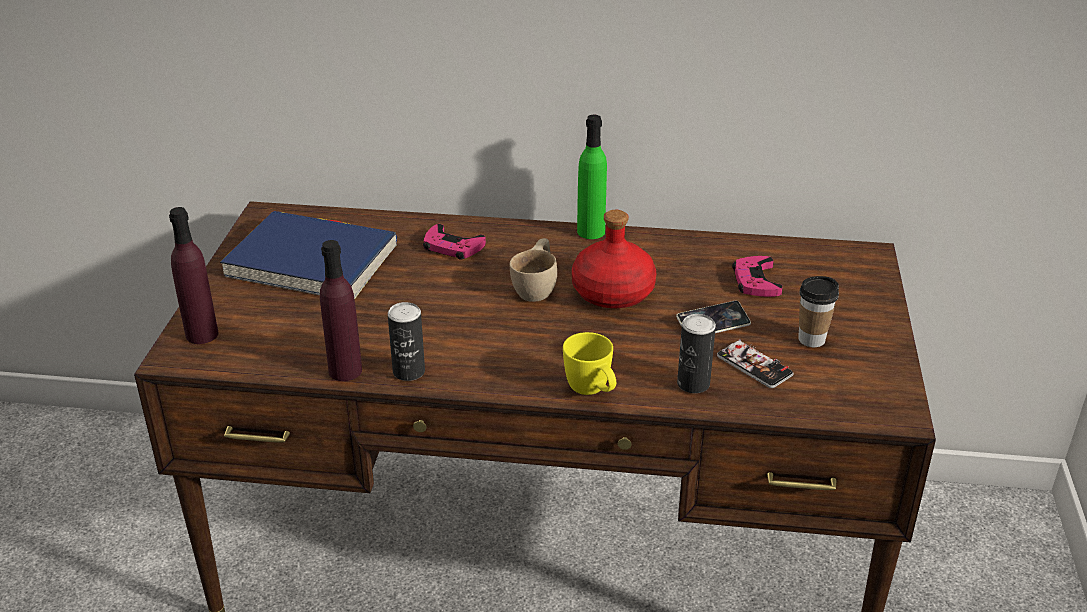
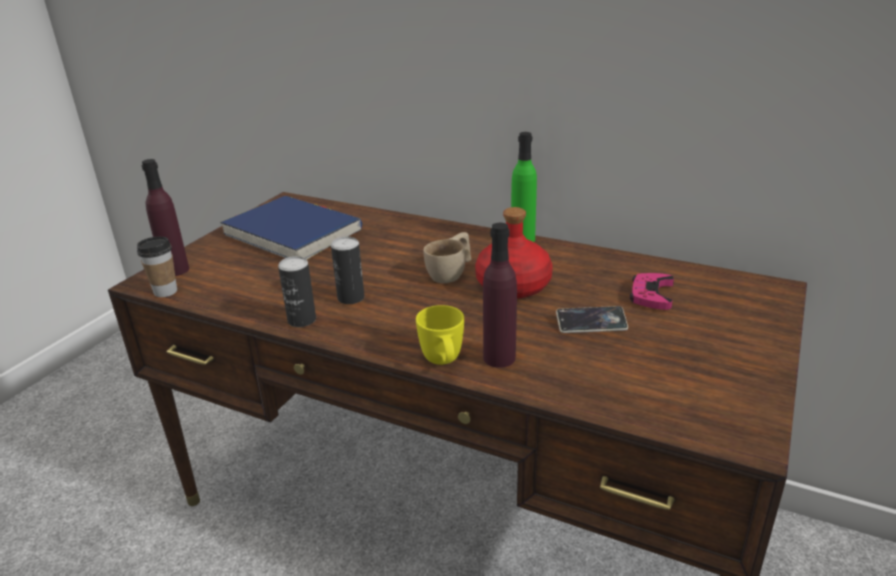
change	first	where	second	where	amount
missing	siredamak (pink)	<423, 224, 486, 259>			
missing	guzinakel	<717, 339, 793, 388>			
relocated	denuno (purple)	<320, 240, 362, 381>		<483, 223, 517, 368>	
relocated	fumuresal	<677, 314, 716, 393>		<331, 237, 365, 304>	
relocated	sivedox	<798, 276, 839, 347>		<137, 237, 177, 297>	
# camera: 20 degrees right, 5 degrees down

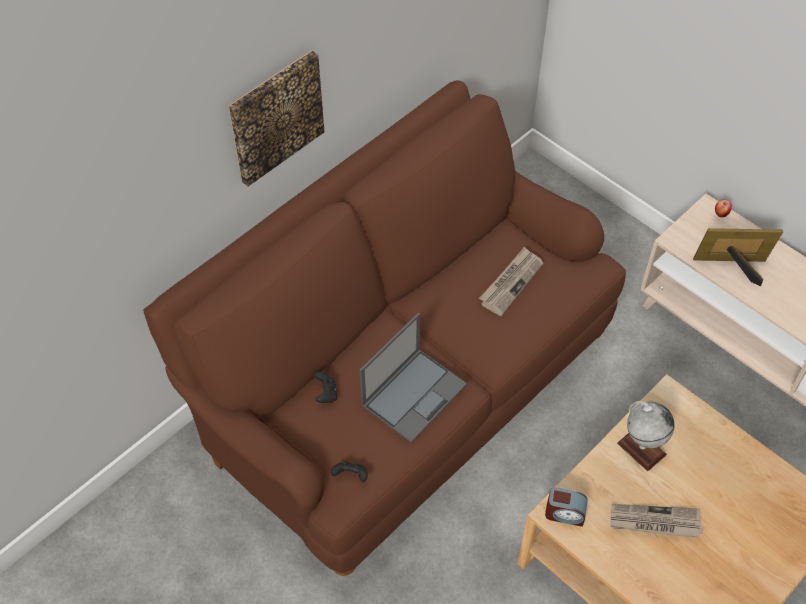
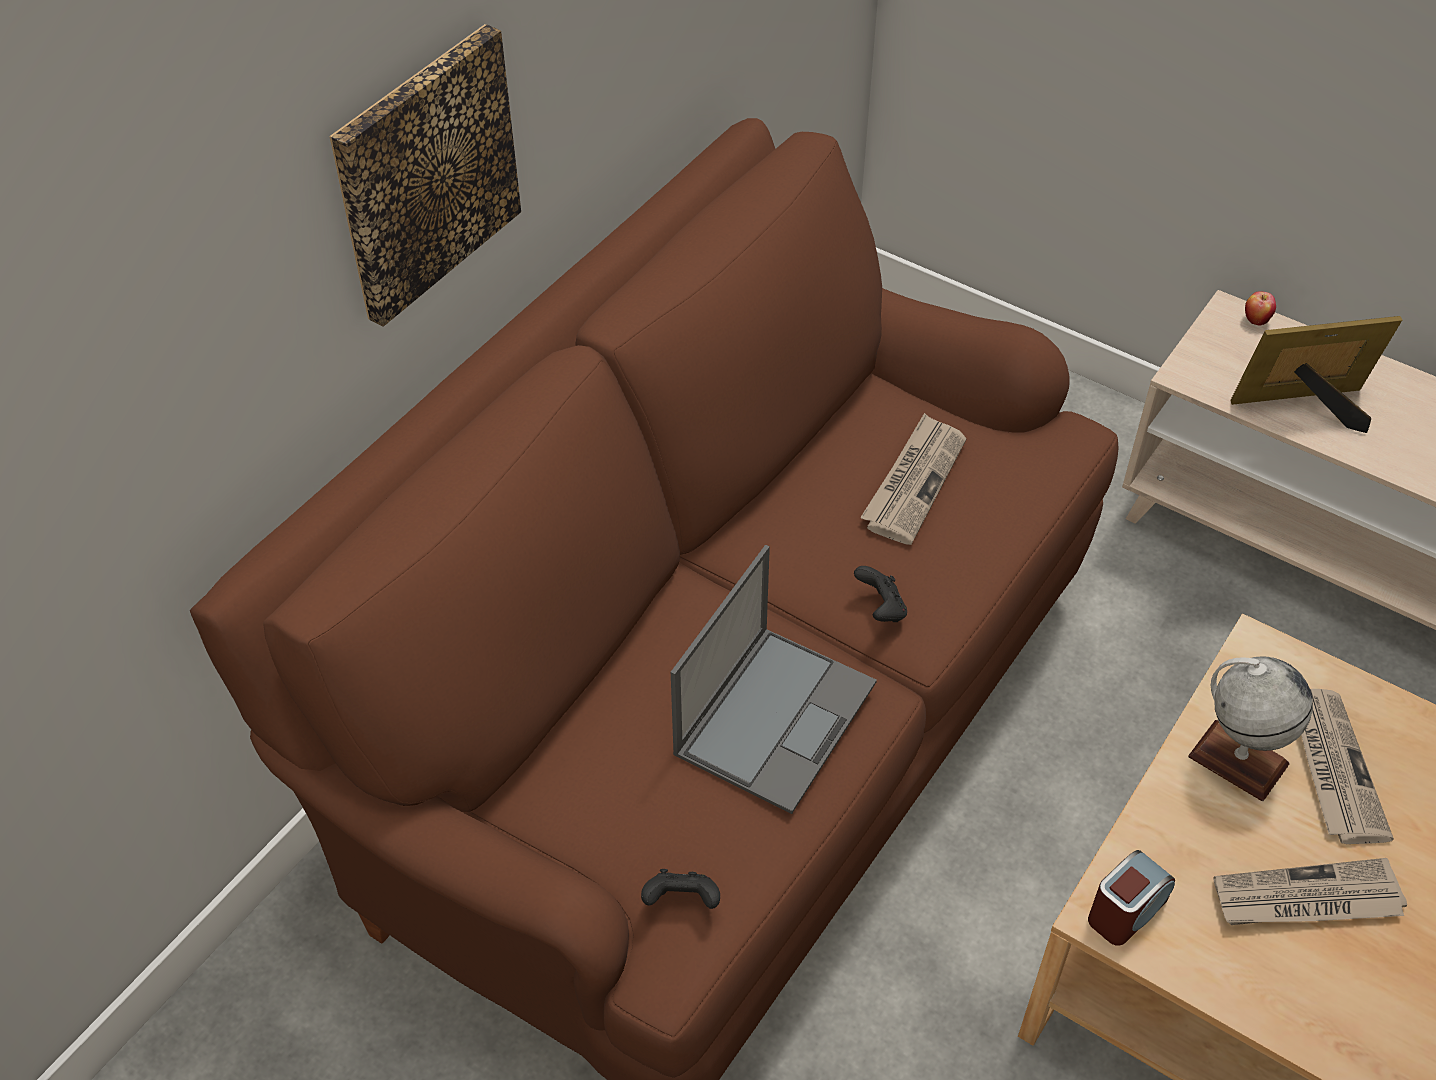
change	first	where	second	where	amount
appeared			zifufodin	<1301, 689, 1394, 844>	
relocated	siredamak (black)	<313, 371, 337, 403>		<854, 566, 907, 622>	
spun	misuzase	<545, 487, 587, 527>		<1088, 850, 1175, 946>	45 degrees counterclockwise
# camera: 10 degrees left, 5 degrees down

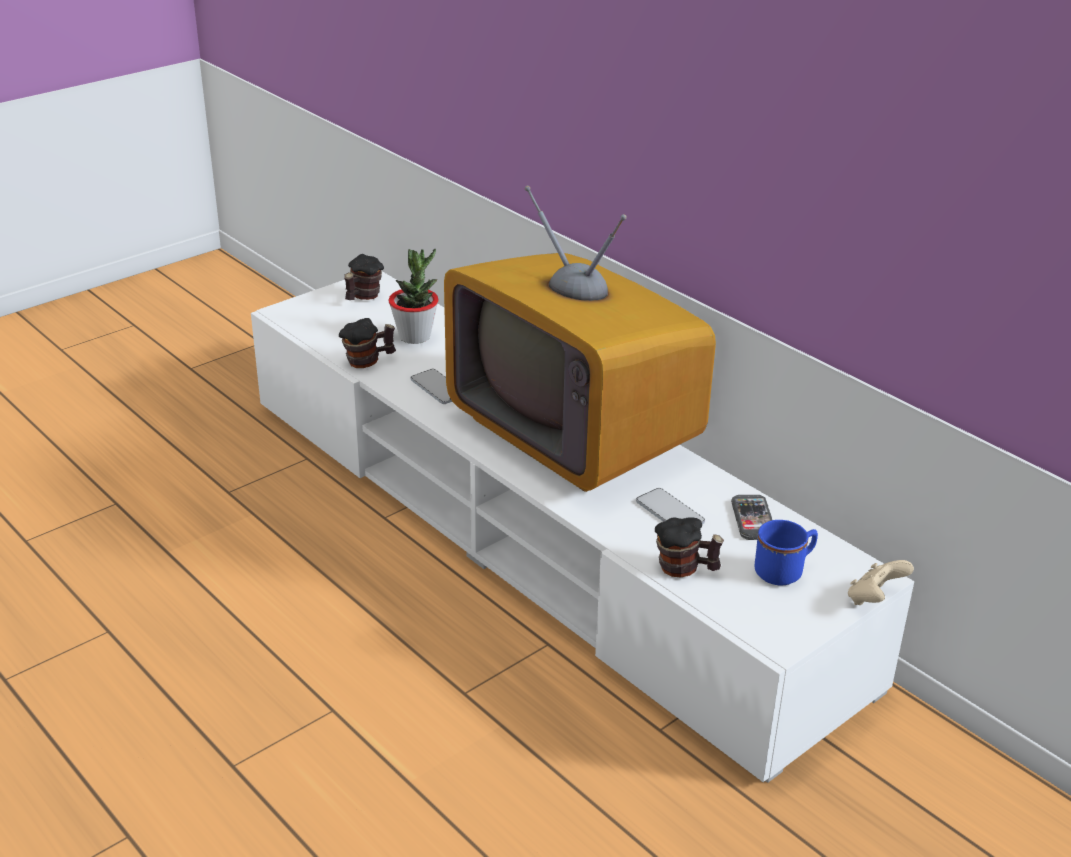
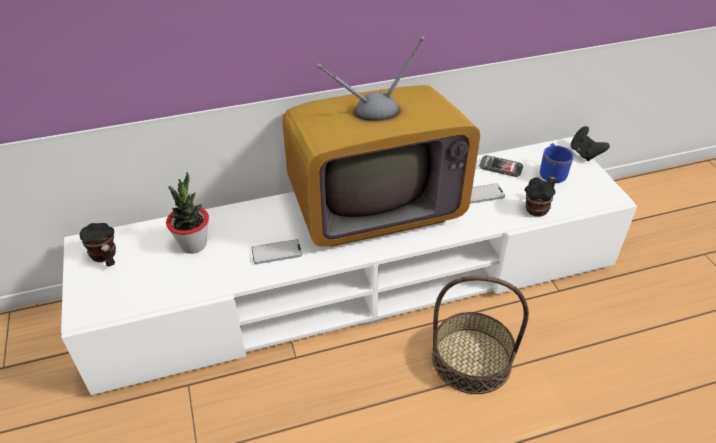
change	first	where	second	where	amount
missing	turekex	<339, 318, 396, 368>			
appeared			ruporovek	<432, 276, 529, 394>	
colour	siredamak (beige)	<848, 560, 914, 605>	siredamak (black)	<570, 126, 610, 161>	
# camera: 65 degrees left, 10 degrees up

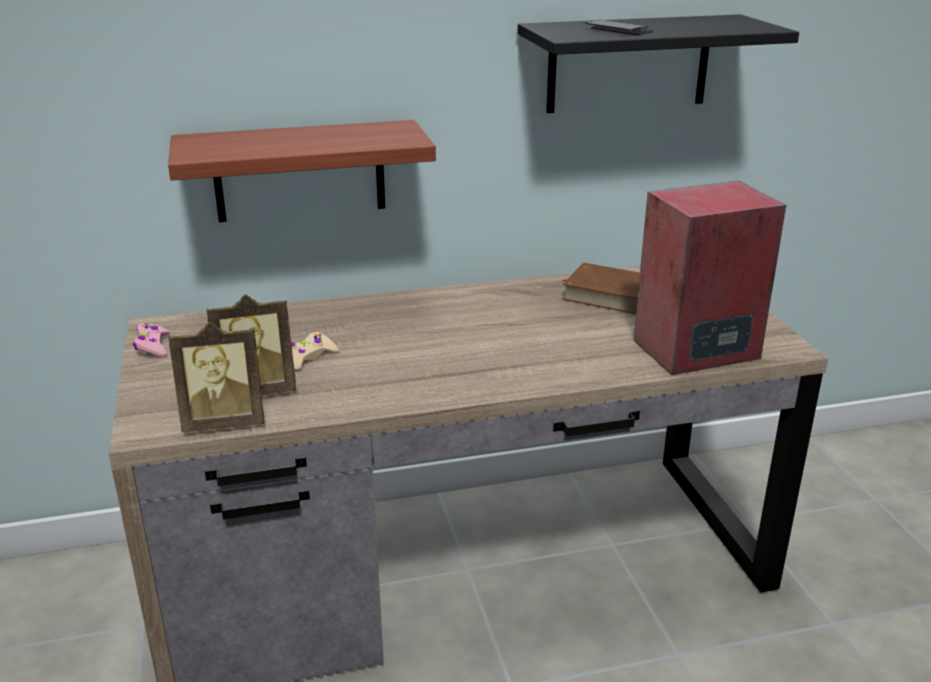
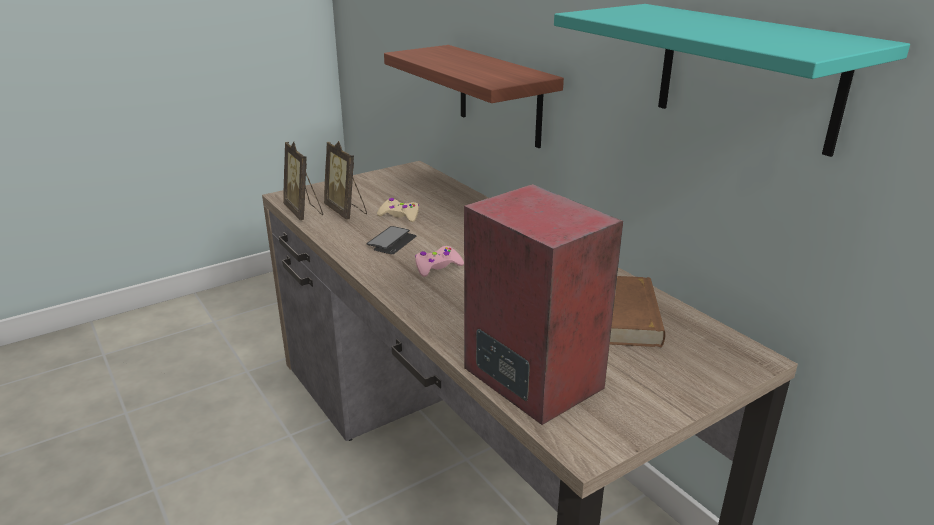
change	first	where	second	where	amount
relocated	siredamak (pink)	<133, 324, 169, 358>		<415, 246, 464, 277>	
relocated	guzinakel	<585, 20, 653, 35>		<367, 226, 417, 254>	
colour	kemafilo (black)	<518, 14, 799, 113>	kemafilo (turquoise)	<554, 4, 910, 157>	
# camera: 70 degrees right, 0 degrees up

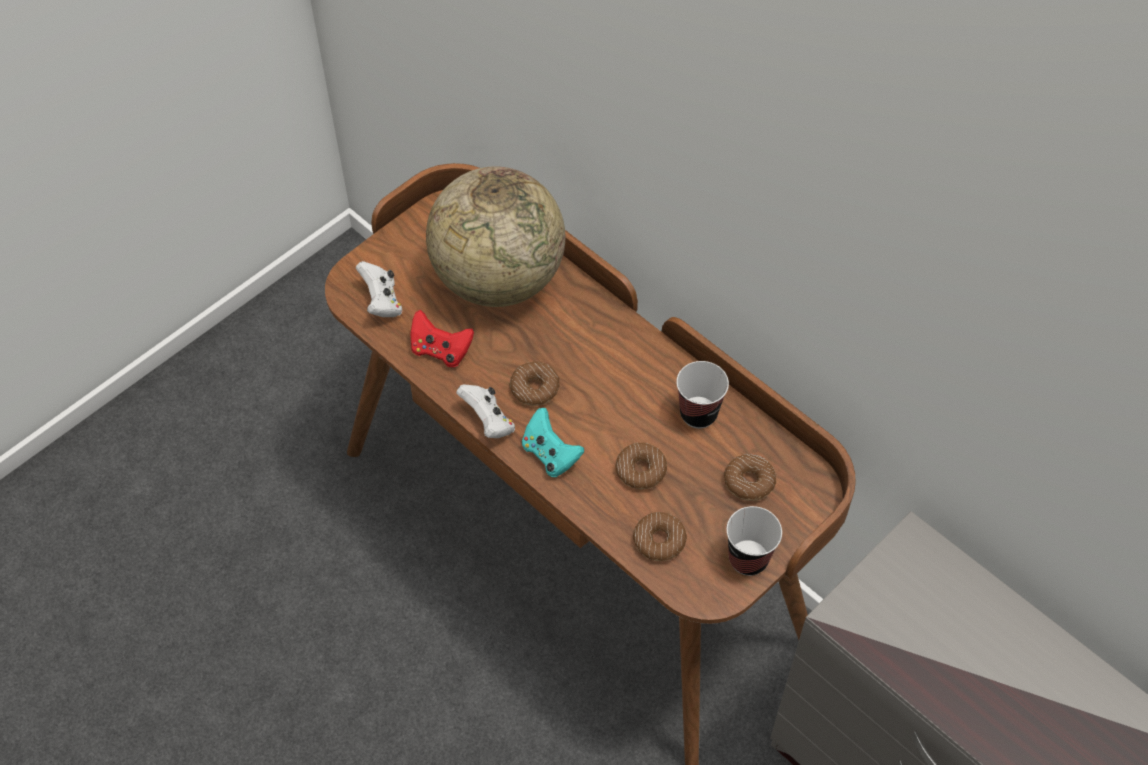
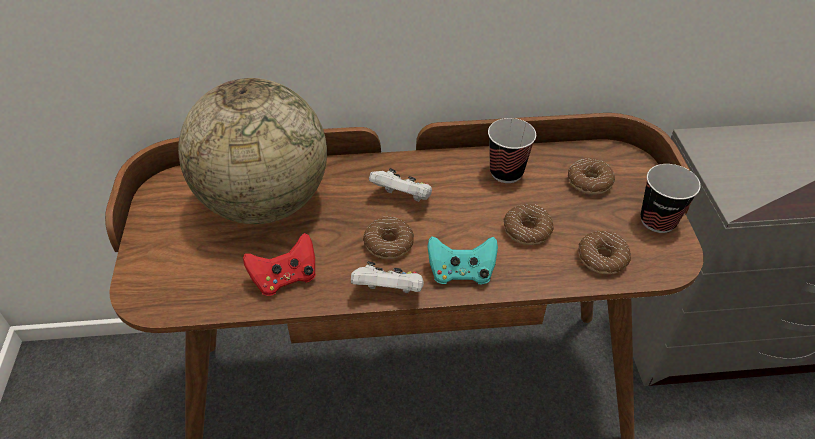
change	first	where	second	where	amount
relocated	siredamak (white)	<356, 261, 402, 317>		<369, 168, 432, 202>	
# camera: 50 degrees left, 10 degrees down

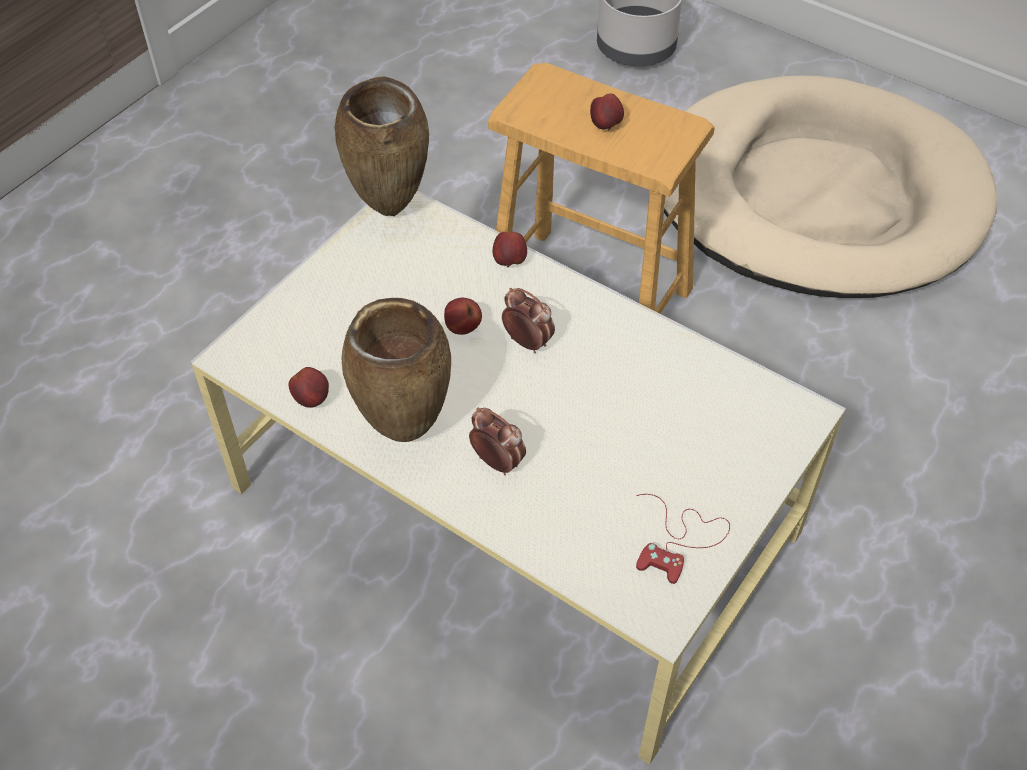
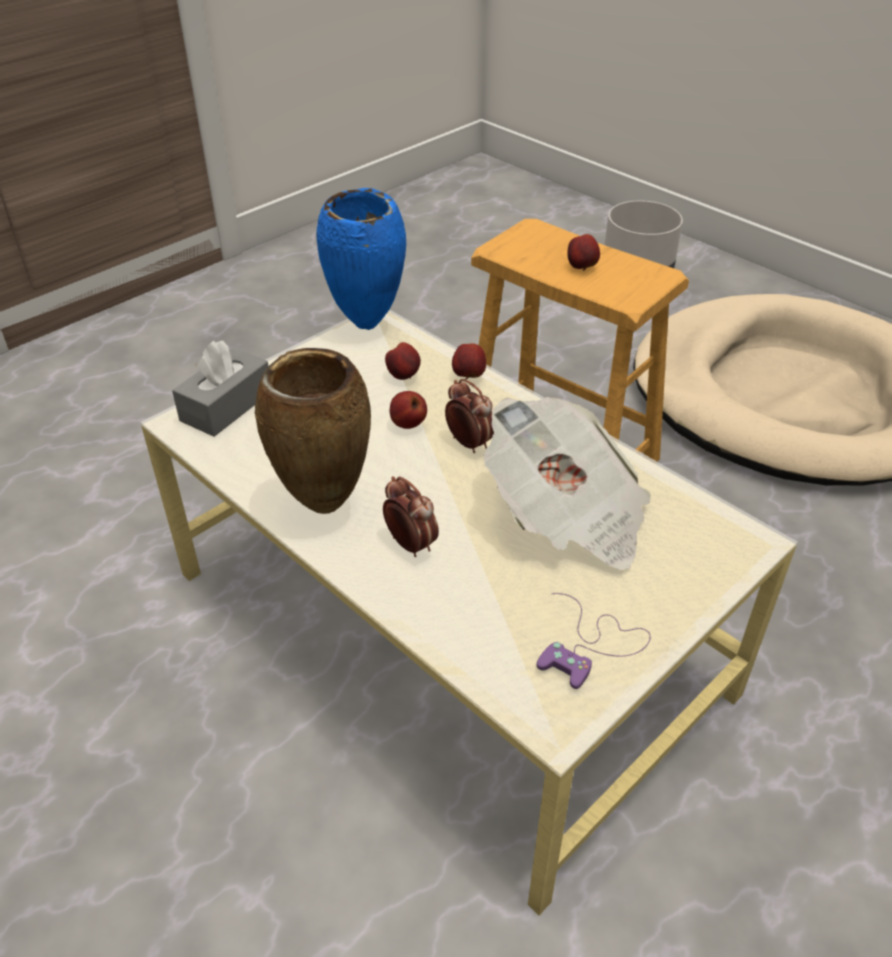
change	first	where	second	where	amount
appeared			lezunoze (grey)	<172, 341, 268, 437>	
appeared			zifufodin	<484, 397, 651, 570>	
relocated	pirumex	<289, 367, 329, 408>		<385, 342, 421, 380>	
colour	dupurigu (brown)	<334, 76, 429, 216>	dupurigu (blue)	<316, 188, 406, 330>	
colour	siredamak (red)	<636, 494, 730, 584>	siredamak (purple)	<536, 593, 651, 689>	
# camera: 10 degrees right, 10 degrees down

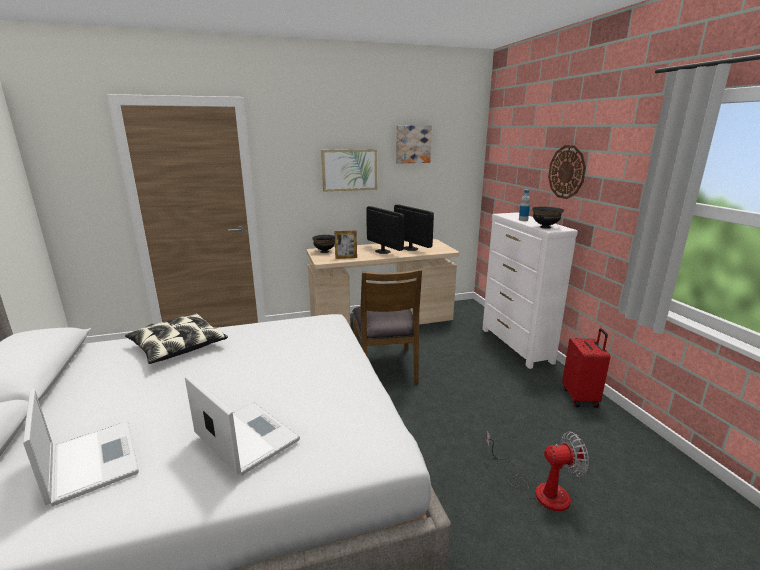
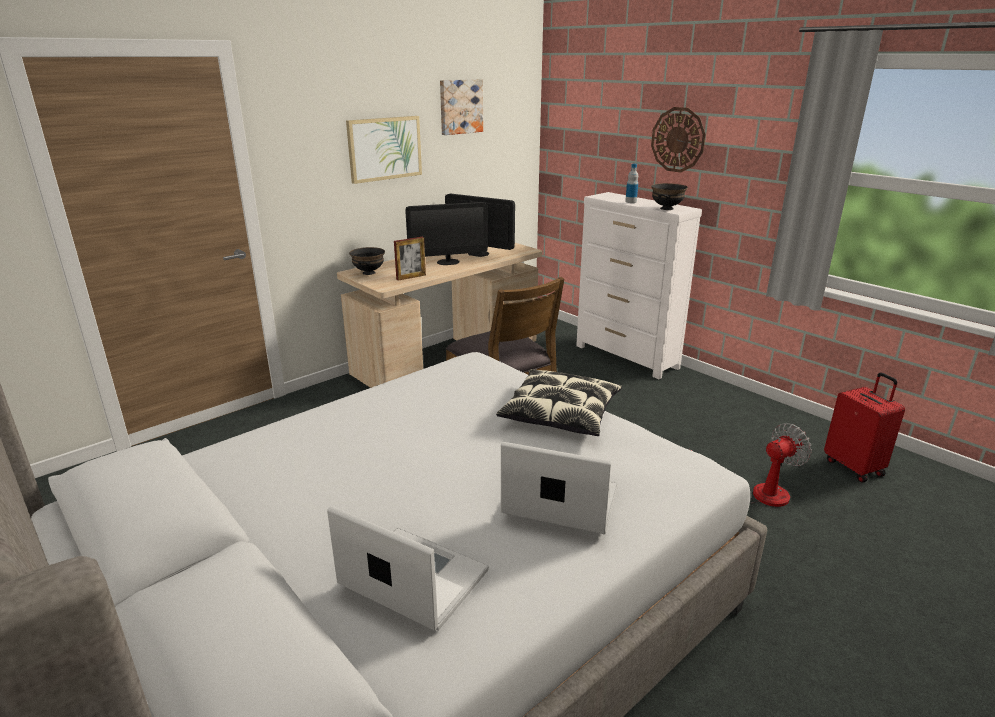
change	first	where	second	where	amount
relocated	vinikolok	<125, 314, 228, 364>		<496, 369, 622, 436>	
relocated	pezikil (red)	<562, 328, 610, 408>		<824, 372, 905, 482>	
spun	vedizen	<366, 206, 404, 254>		<405, 202, 488, 265>	135 degrees clockwise
# camera: 25 degrees left, 5 degrees up

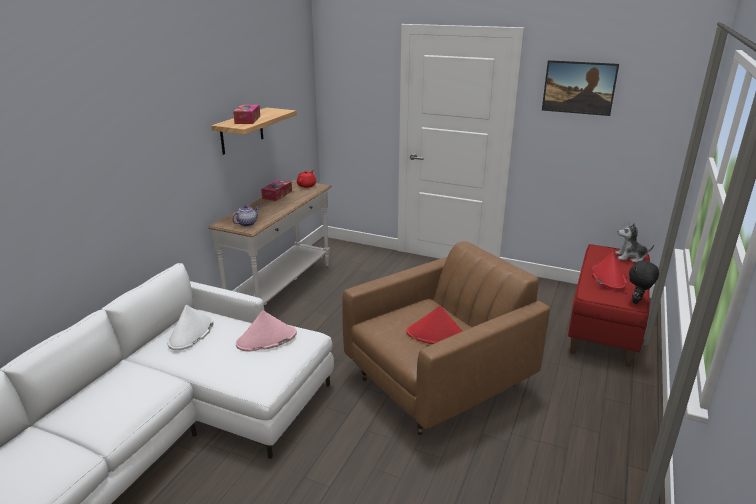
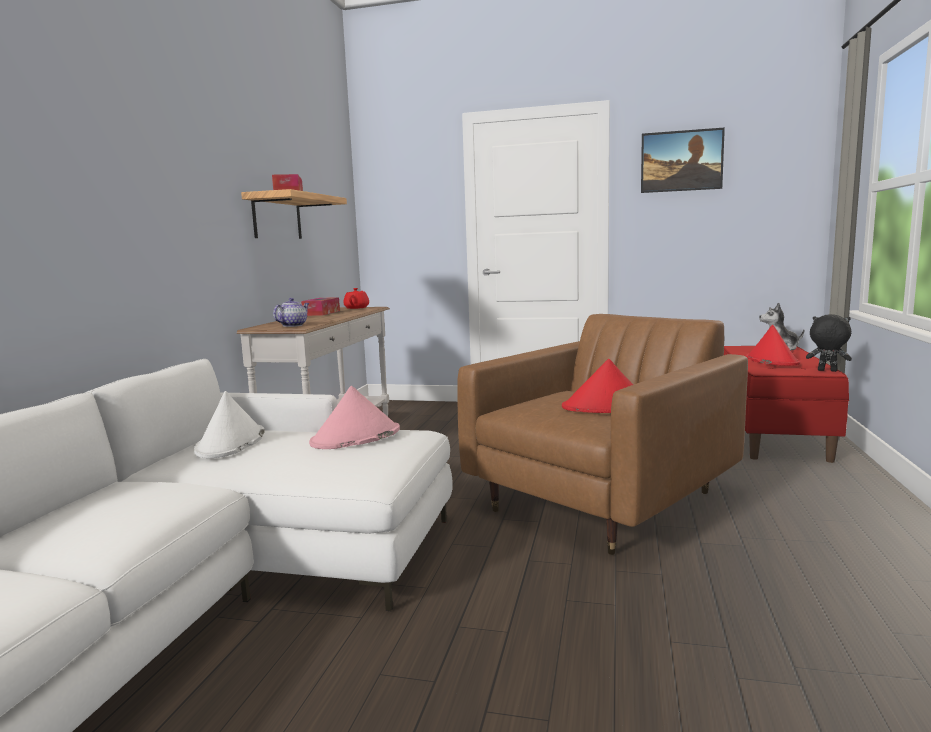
change	first	where	second	where	amount
spun	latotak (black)	<629, 259, 659, 304>		<806, 314, 852, 372>	90 degrees clockwise
# camera: 10 degrees left, 15 degrees down

